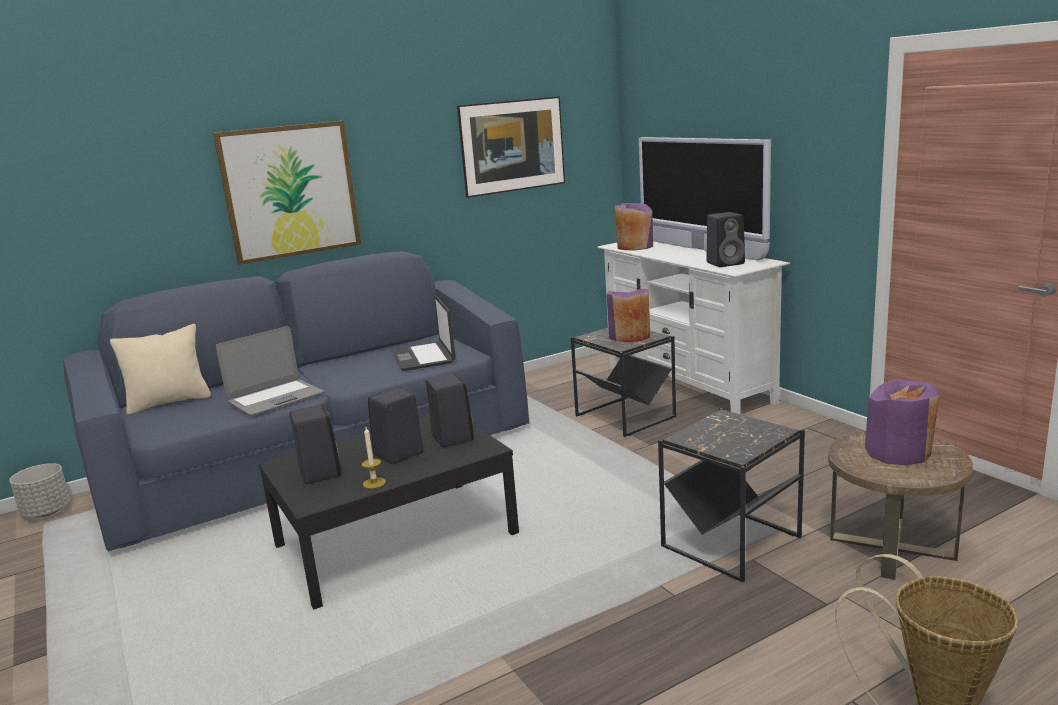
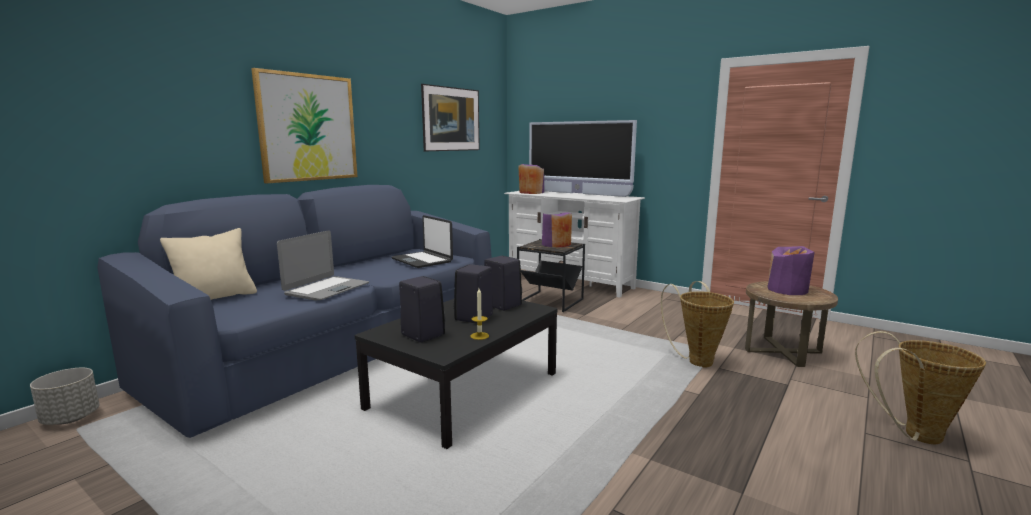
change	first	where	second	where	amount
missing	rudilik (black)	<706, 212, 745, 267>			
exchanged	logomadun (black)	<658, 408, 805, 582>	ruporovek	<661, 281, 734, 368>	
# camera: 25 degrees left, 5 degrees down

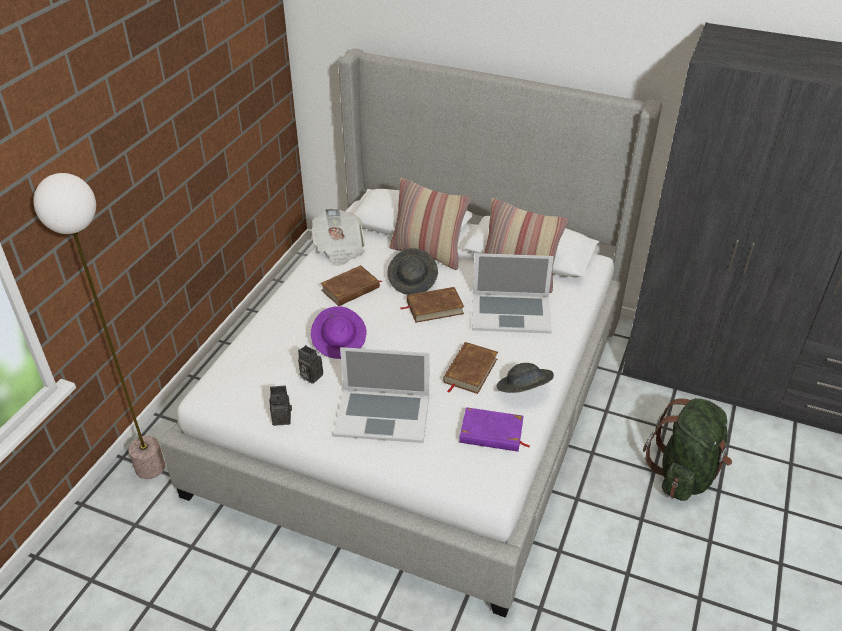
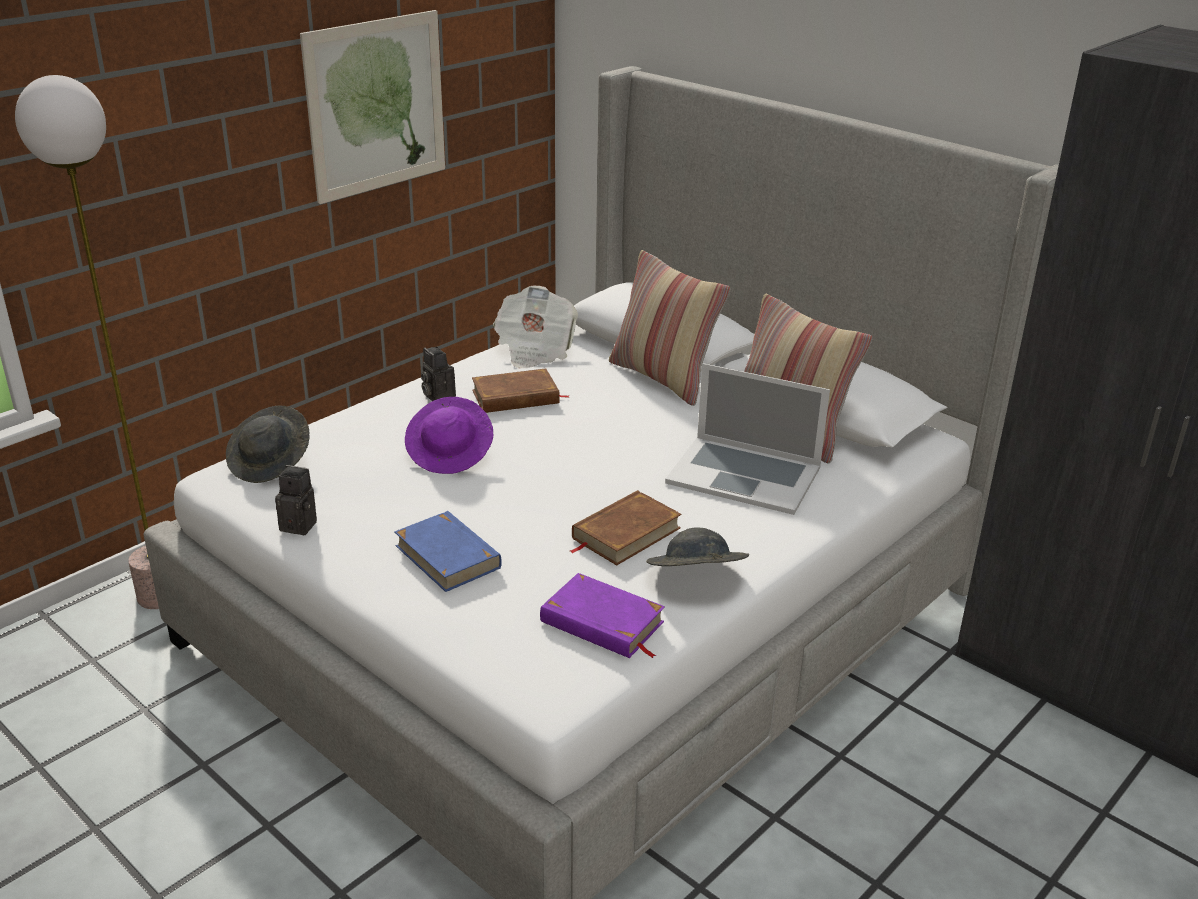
change	first	where	second	where	amount
missing	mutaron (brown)	<401, 287, 464, 323>			
missing	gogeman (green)	<643, 398, 732, 501>			
appeared			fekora	<300, 10, 445, 204>	
relocated	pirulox	<298, 345, 323, 384>		<421, 347, 456, 401>	
relocated	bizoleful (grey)	<387, 248, 438, 295>		<226, 405, 309, 483>	
exchanged	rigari	<333, 347, 430, 443>	mutaron (blue)	<395, 511, 502, 592>	
# camera: 20 degrees right, 10 degrees down

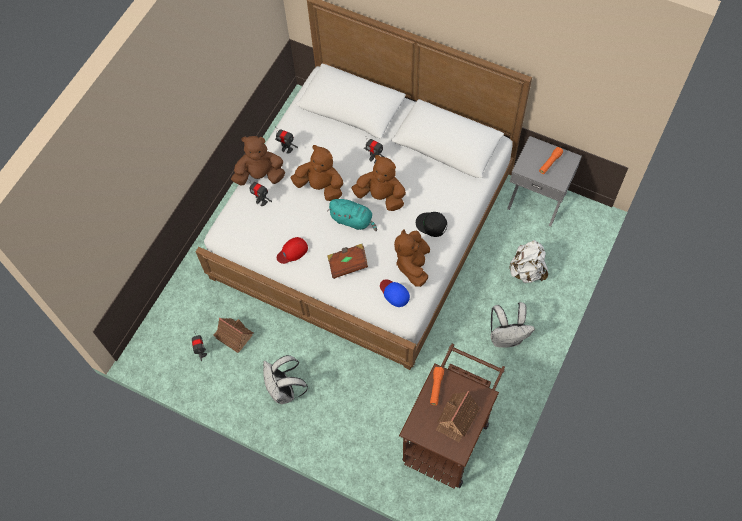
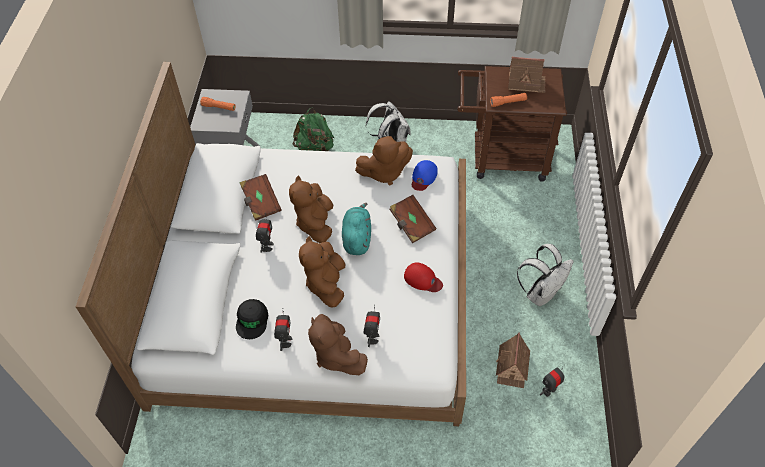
change	first	where	second	where	amount
appeared			mutaron (brown)	<240, 174, 282, 221>	
relocated	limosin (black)	<416, 212, 447, 237>		<236, 299, 268, 339>	
colour	gogeman (white)	<509, 240, 548, 283>	gogeman (green)	<292, 107, 334, 151>	
# camera: 115 degrees left, 10 degrees down

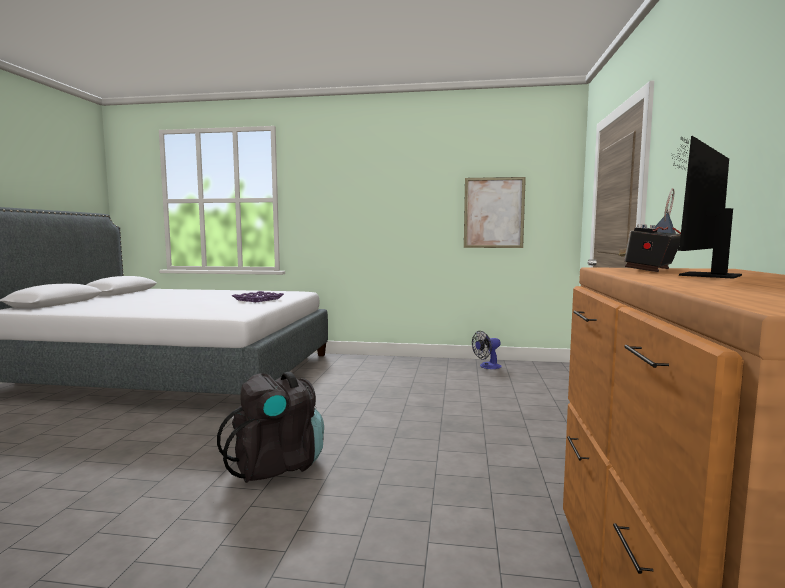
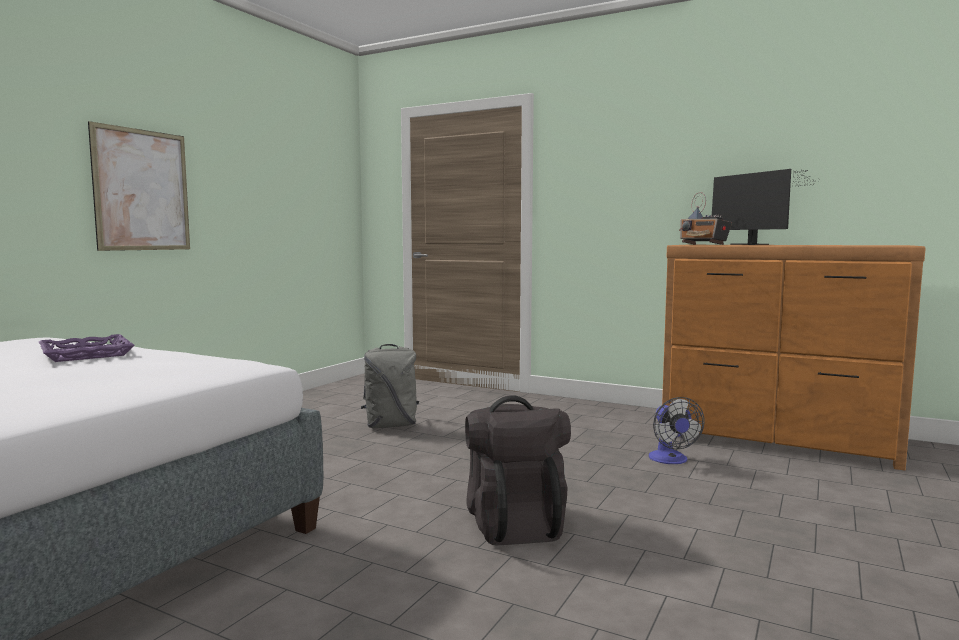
change	first	where	second	where	amount
appeared			gogeman (grey)	<361, 344, 419, 428>	
relocated	fekora	<464, 177, 526, 248>		<88, 121, 190, 251>	
relocated	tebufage	<472, 331, 502, 369>		<649, 397, 705, 464>	
# camera: 70 degrees left, 0 degrees up

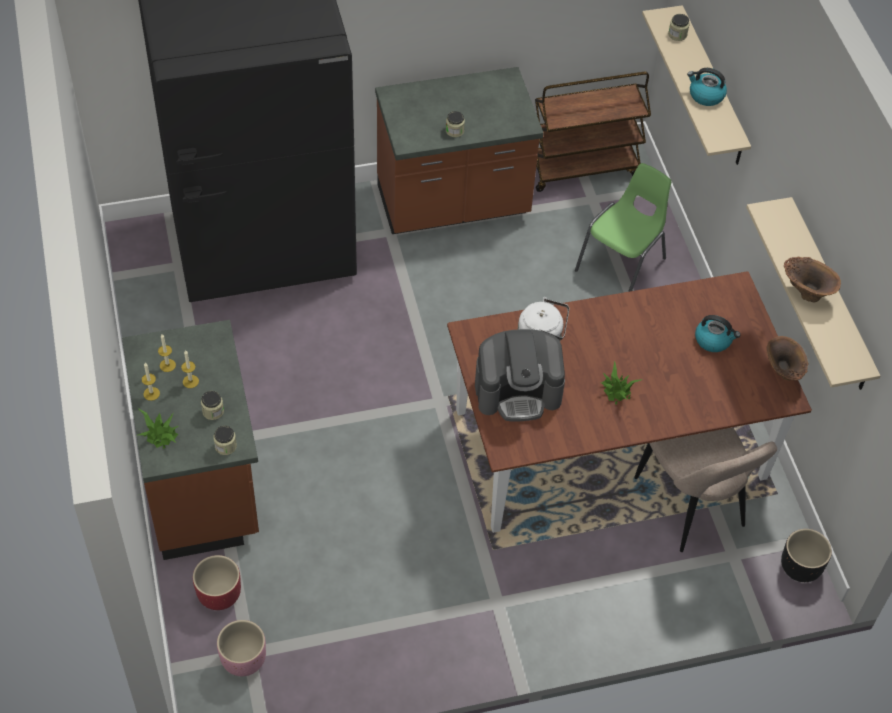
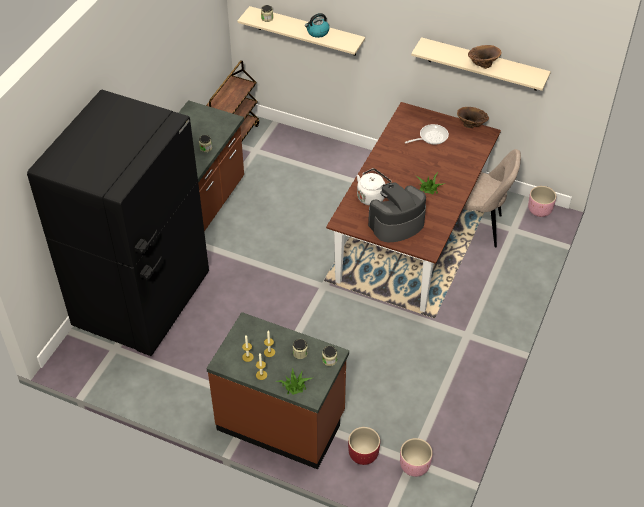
change	first	where	second	where	amount
missing	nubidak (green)	<575, 163, 671, 292>			
exchanged	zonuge	<695, 315, 740, 352>	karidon	<405, 124, 449, 145>	
colour	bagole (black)	<781, 529, 832, 582>	bagole (pink)	<528, 186, 556, 217>	
spun	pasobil	<475, 329, 565, 422>		<368, 182, 426, 243>	150 degrees counterclockwise
# camera: 50 degrees left, 5 degrees down

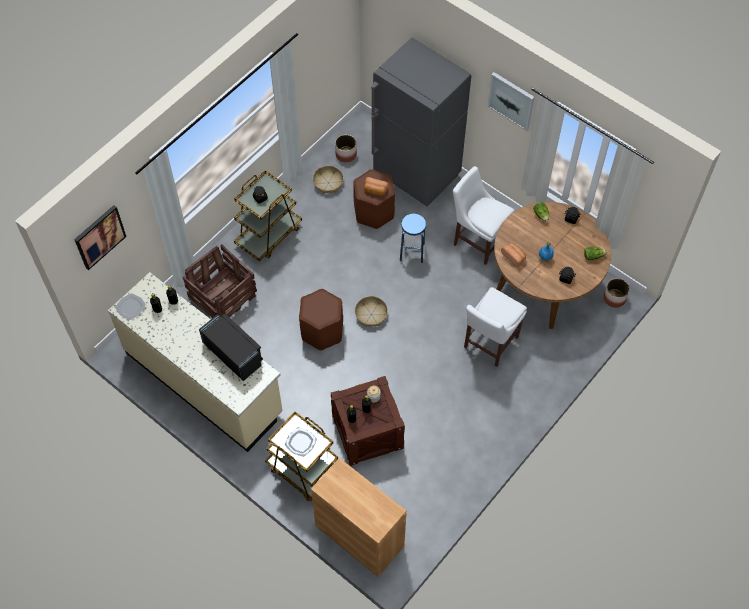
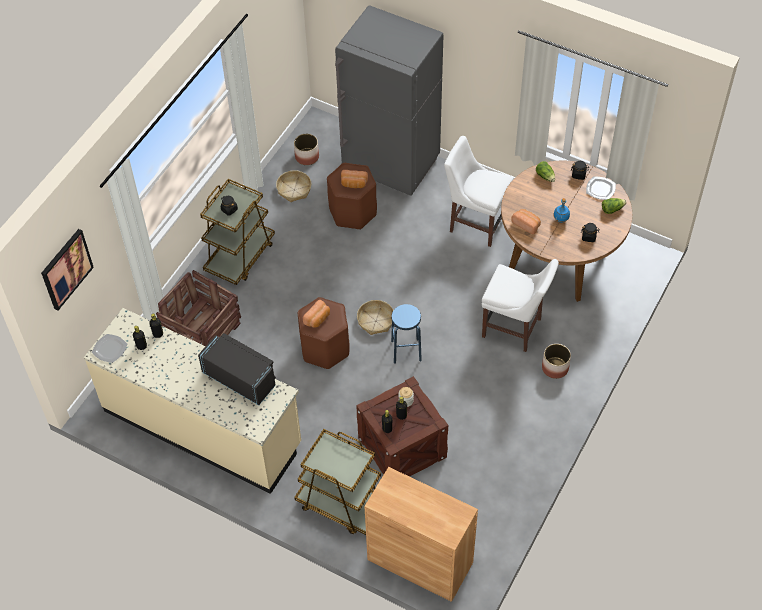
change	first	where	second	where	amount
missing	fekora	<487, 72, 534, 131>			
appeared			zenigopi	<303, 300, 330, 328>	
relocated	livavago	<285, 427, 317, 457>		<586, 176, 616, 200>	
relocated	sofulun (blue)	<400, 214, 426, 263>		<391, 304, 422, 364>	
relocated	bagole	<604, 278, 630, 308>		<542, 344, 571, 379>	
spun	nubidak (white)	<464, 287, 527, 367>		<482, 259, 559, 352>	90 degrees counterclockwise
# camera: 10 degrees left, 5 degrees down

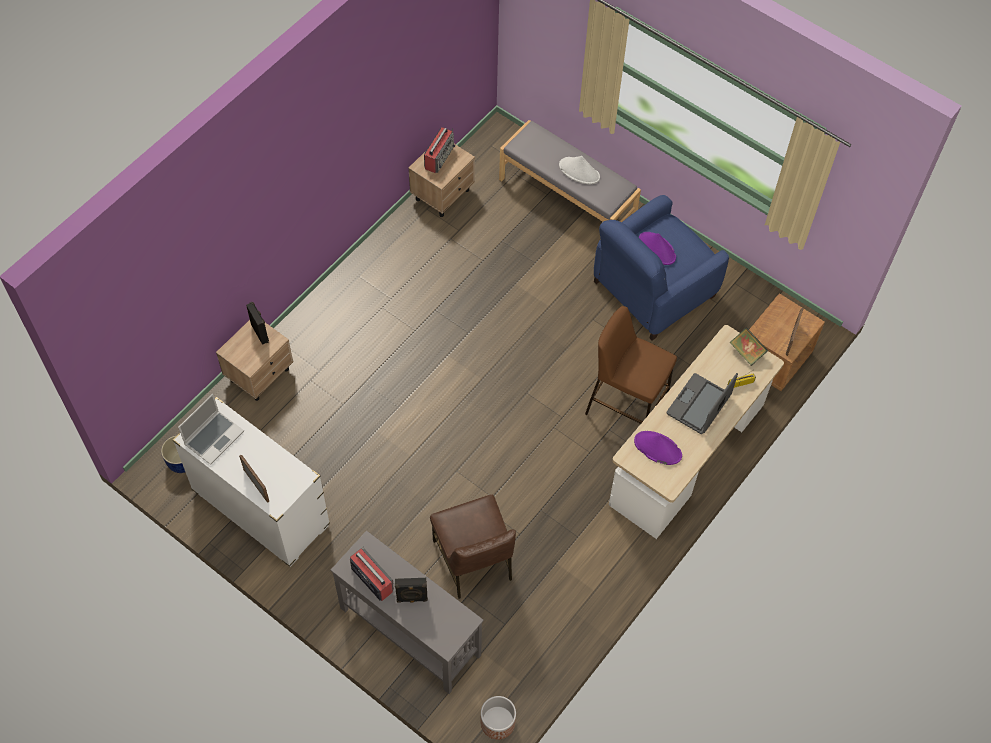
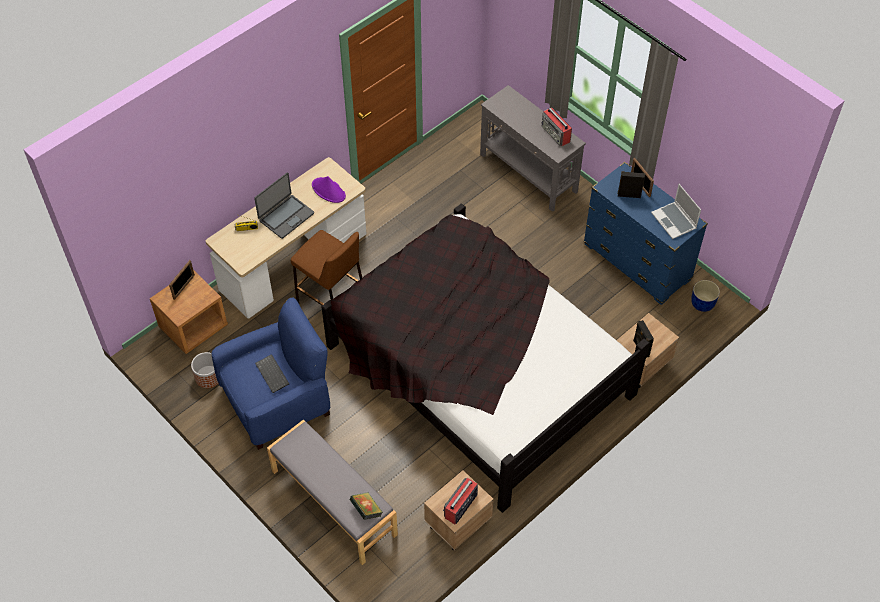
change	first	where	second	where	amount
missing	nubidak (brown)	<430, 494, 516, 599>			
missing	bizoleful (white)	<559, 156, 600, 184>			
appeared			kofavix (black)	<321, 203, 649, 513>	
relocated	rudilik (black)	<395, 578, 428, 603>		<618, 171, 645, 198>	
relocated	bagole	<481, 696, 516, 739>		<191, 352, 219, 388>	
relocated	mutaron	<730, 327, 768, 366>		<349, 492, 383, 520>	
exchanged	bizoleful (purple)	<639, 232, 676, 265>	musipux	<255, 354, 289, 393>	
colour	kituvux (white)	<173, 397, 330, 567>	kituvux (blue)	<584, 162, 708, 305>	
spun	rigari	<178, 394, 244, 465>		<651, 184, 701, 239>	75 degrees counterclockwise
# camera: 170 degrees left, 5 degrees down

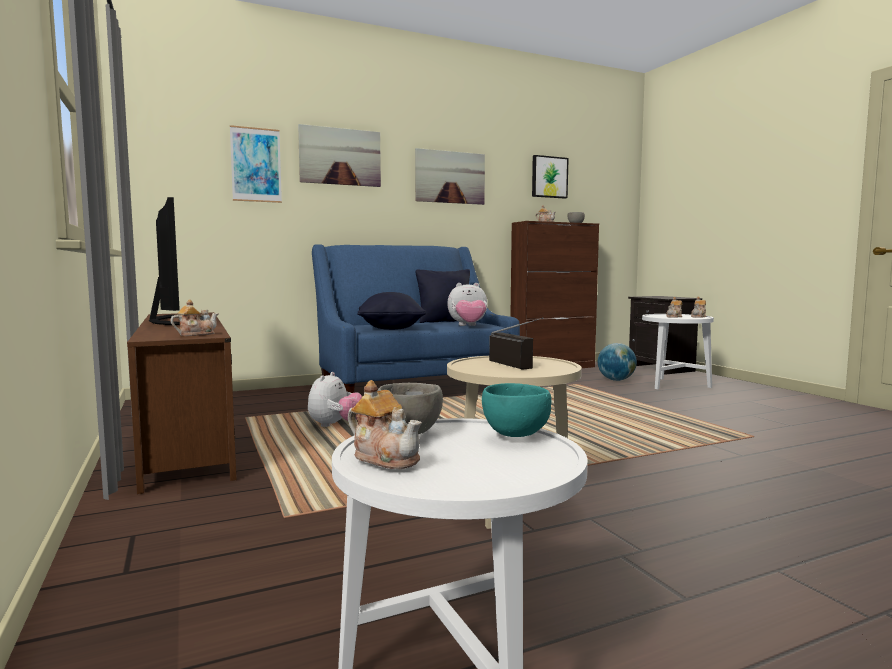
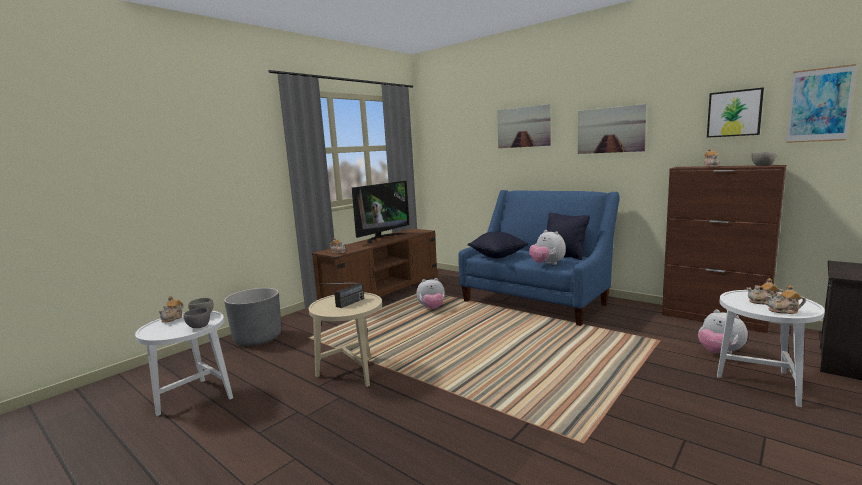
change	first	where	second	where	amount
appeared			bagole (grey)	<224, 288, 281, 346>	
relocated	fekora	<230, 125, 282, 203>		<786, 64, 856, 143>	
exchanged	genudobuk	<598, 343, 637, 381>	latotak	<698, 309, 748, 354>	
colour	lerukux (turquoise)	<482, 383, 552, 437>	lerukux (grey)	<184, 308, 210, 328>	
# camera: 65 degrees right, 5 degrees up

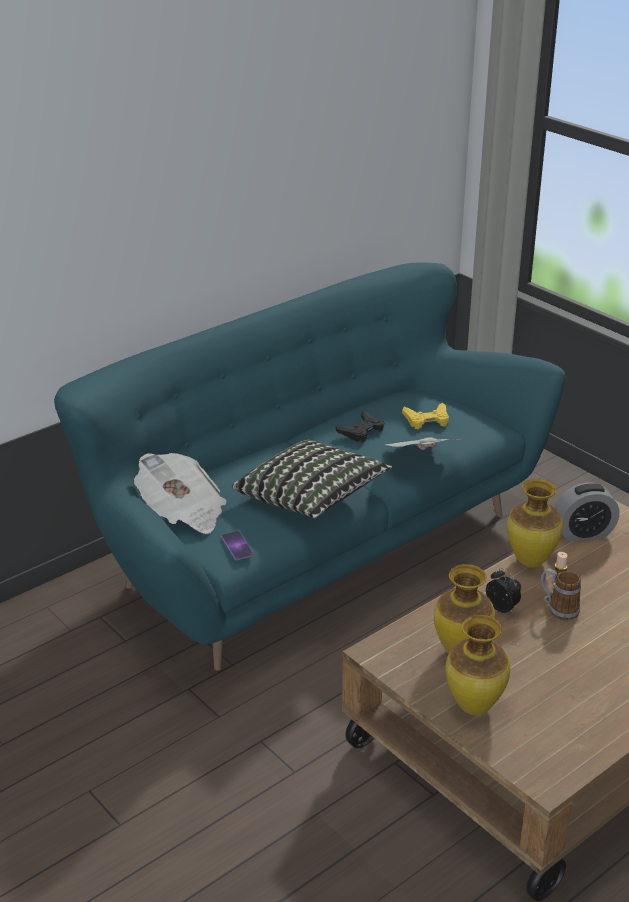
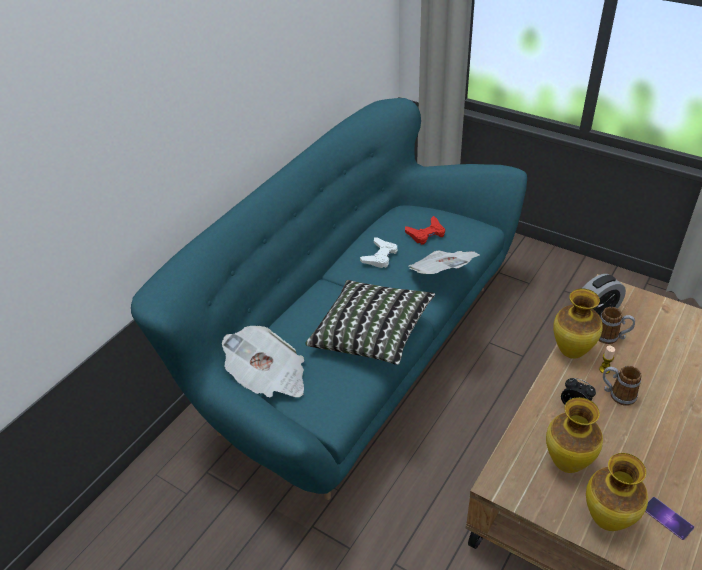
change	first	where	second	where	amount
appeared			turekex	<598, 307, 635, 344>	
relocated	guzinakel	<221, 531, 254, 560>		<645, 497, 695, 540>	
colour	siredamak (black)	<336, 410, 384, 443>	siredamak (white)	<360, 237, 397, 268>	
colour	siredamak (yellow)	<402, 403, 449, 429>	siredamak (red)	<405, 216, 445, 245>	
# camera: 15 degrees left, 10 degrees up

